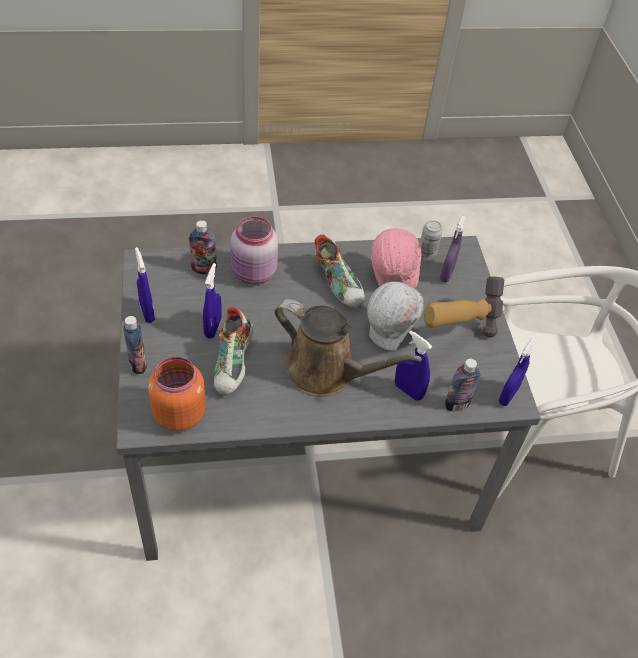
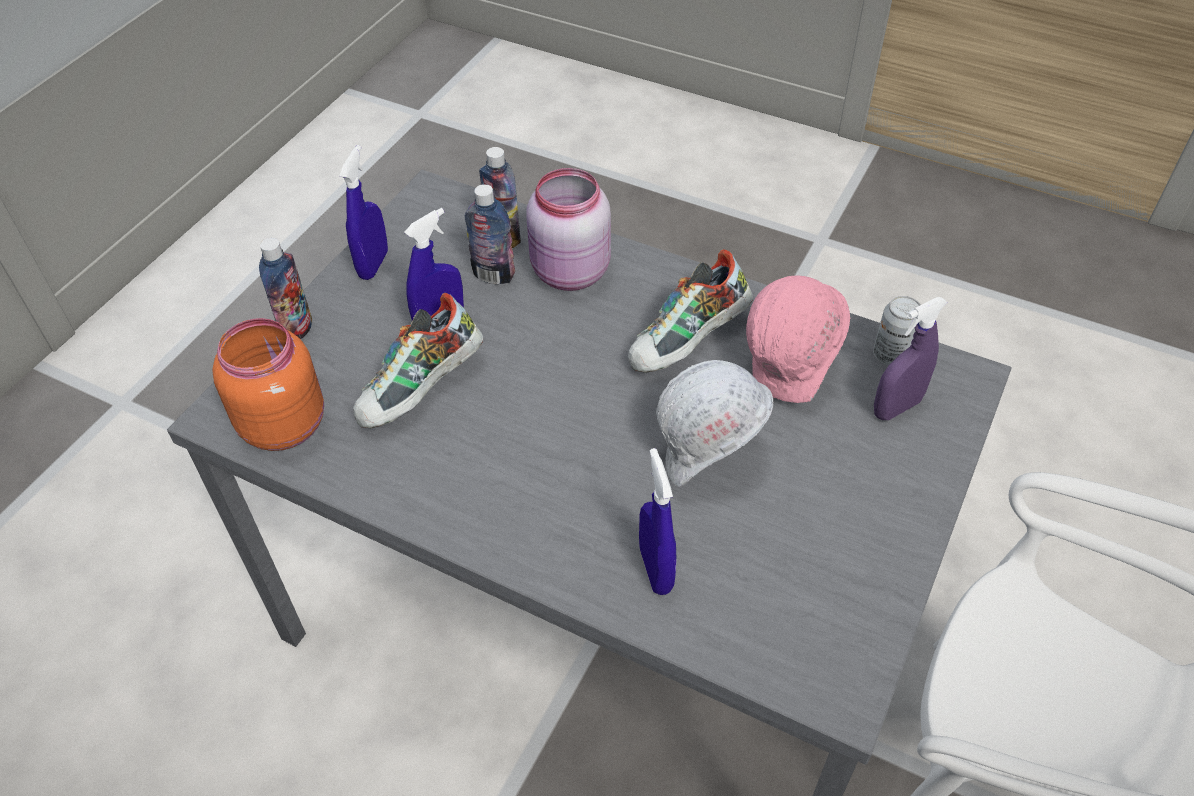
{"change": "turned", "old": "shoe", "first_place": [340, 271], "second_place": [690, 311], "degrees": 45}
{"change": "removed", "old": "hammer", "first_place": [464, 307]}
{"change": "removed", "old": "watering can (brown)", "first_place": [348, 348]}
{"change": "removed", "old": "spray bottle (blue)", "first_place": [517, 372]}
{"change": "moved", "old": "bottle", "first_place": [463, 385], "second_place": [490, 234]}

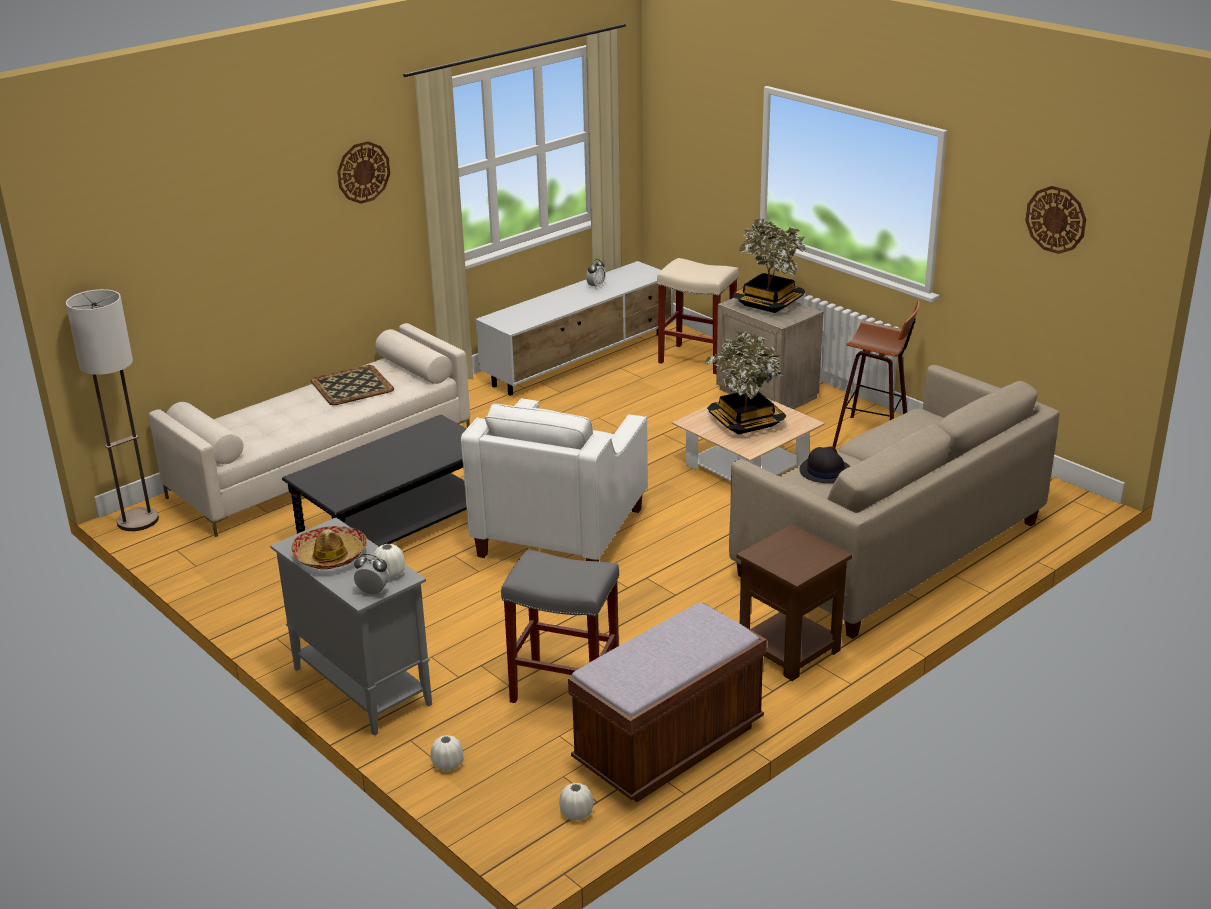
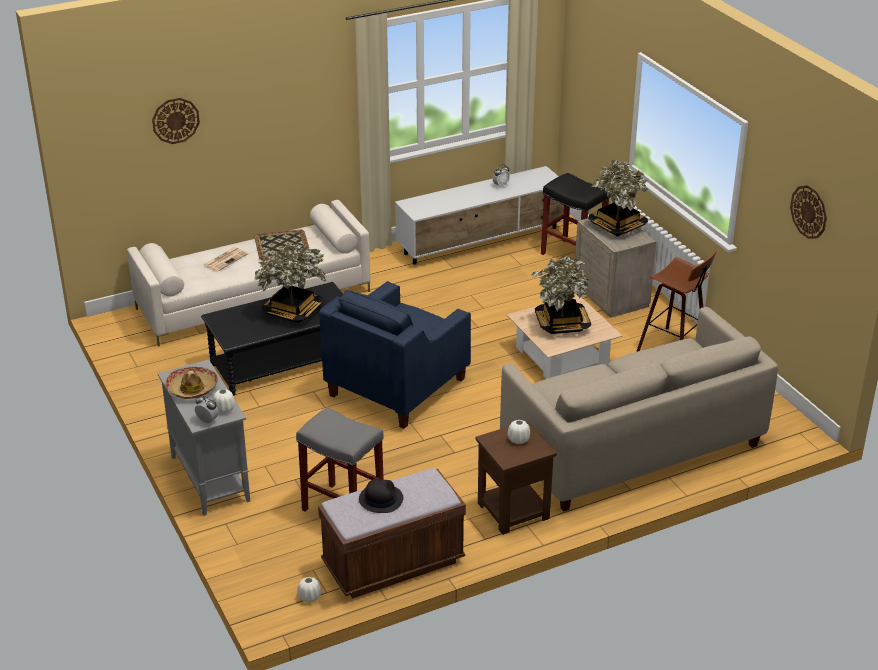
{"change": "moved", "old": "wall clock", "first_place": [363, 172], "second_place": [176, 121]}
{"change": "recoloured", "old": "stool (beige)", "new": "stool (black)", "first_place": [698, 316], "second_place": [575, 214]}
{"change": "removed", "old": "floor lamp", "first_place": [112, 410]}
{"change": "recoloured", "old": "armchair (white)", "new": "armchair (blue)", "first_place": [554, 479], "second_place": [395, 355]}
{"change": "moved", "old": "hat (black)", "first_place": [824, 464], "second_place": [381, 495]}
{"change": "moved", "old": "vase (white)", "first_place": [447, 753], "second_place": [519, 432]}
{"change": "added", "new": "potted plant", "second_place": [290, 282]}
{"change": "added", "new": "newspaper", "second_place": [225, 259]}

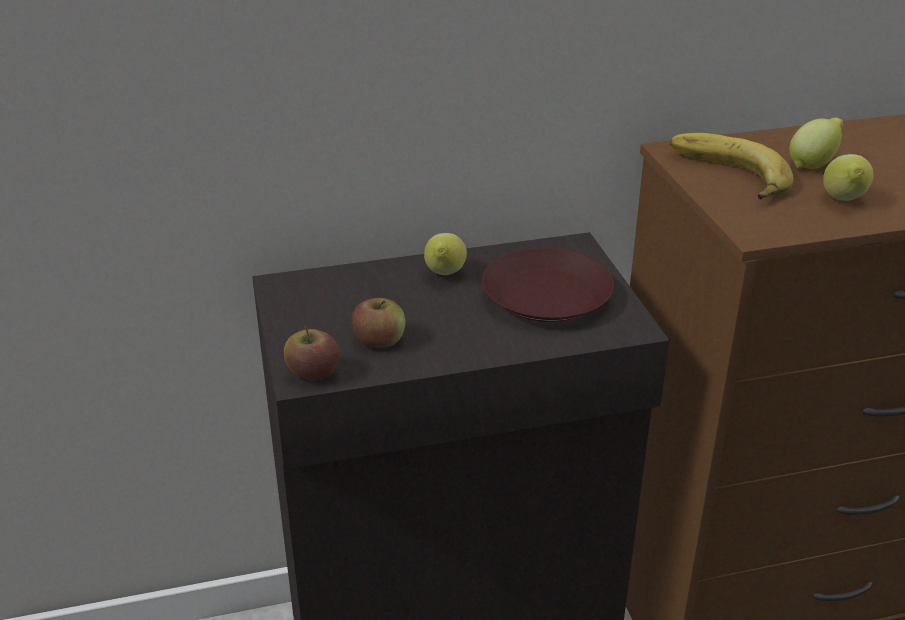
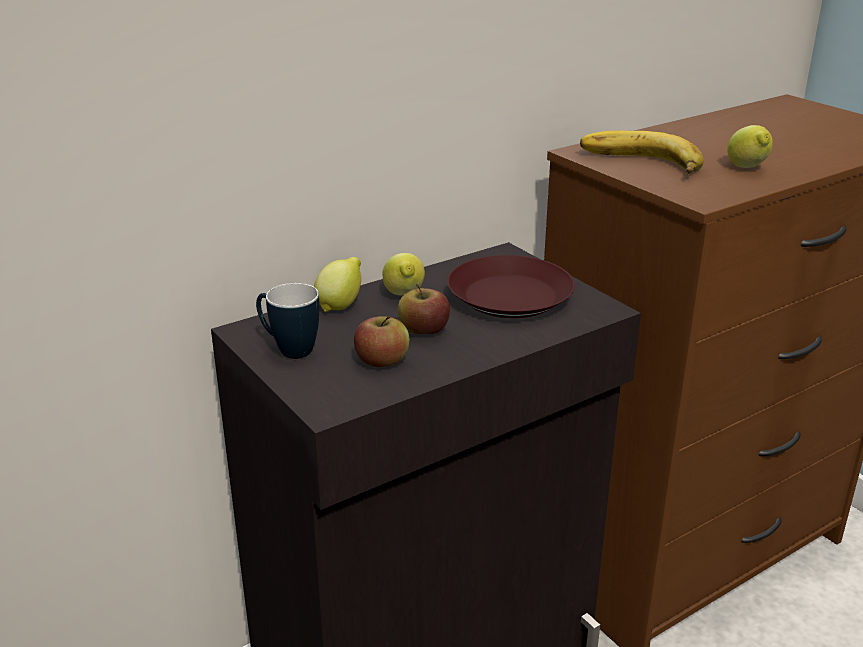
{"change": "moved", "old": "lemon", "first_place": [816, 143], "second_place": [337, 284]}
{"change": "moved", "old": "apple", "first_place": [311, 353], "second_place": [424, 309]}
{"change": "added", "new": "mug", "second_place": [288, 321]}

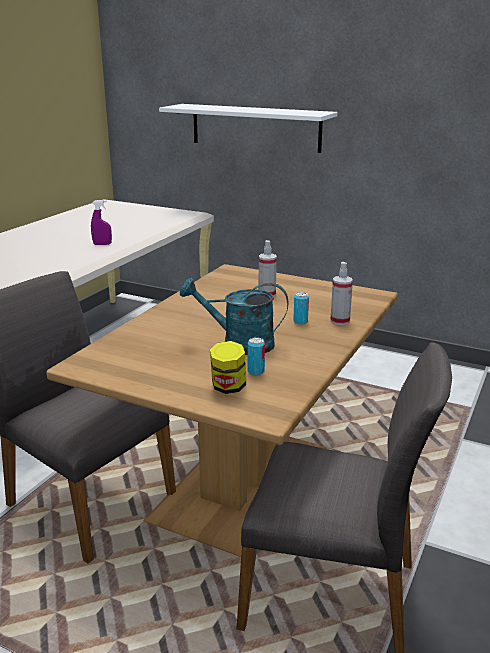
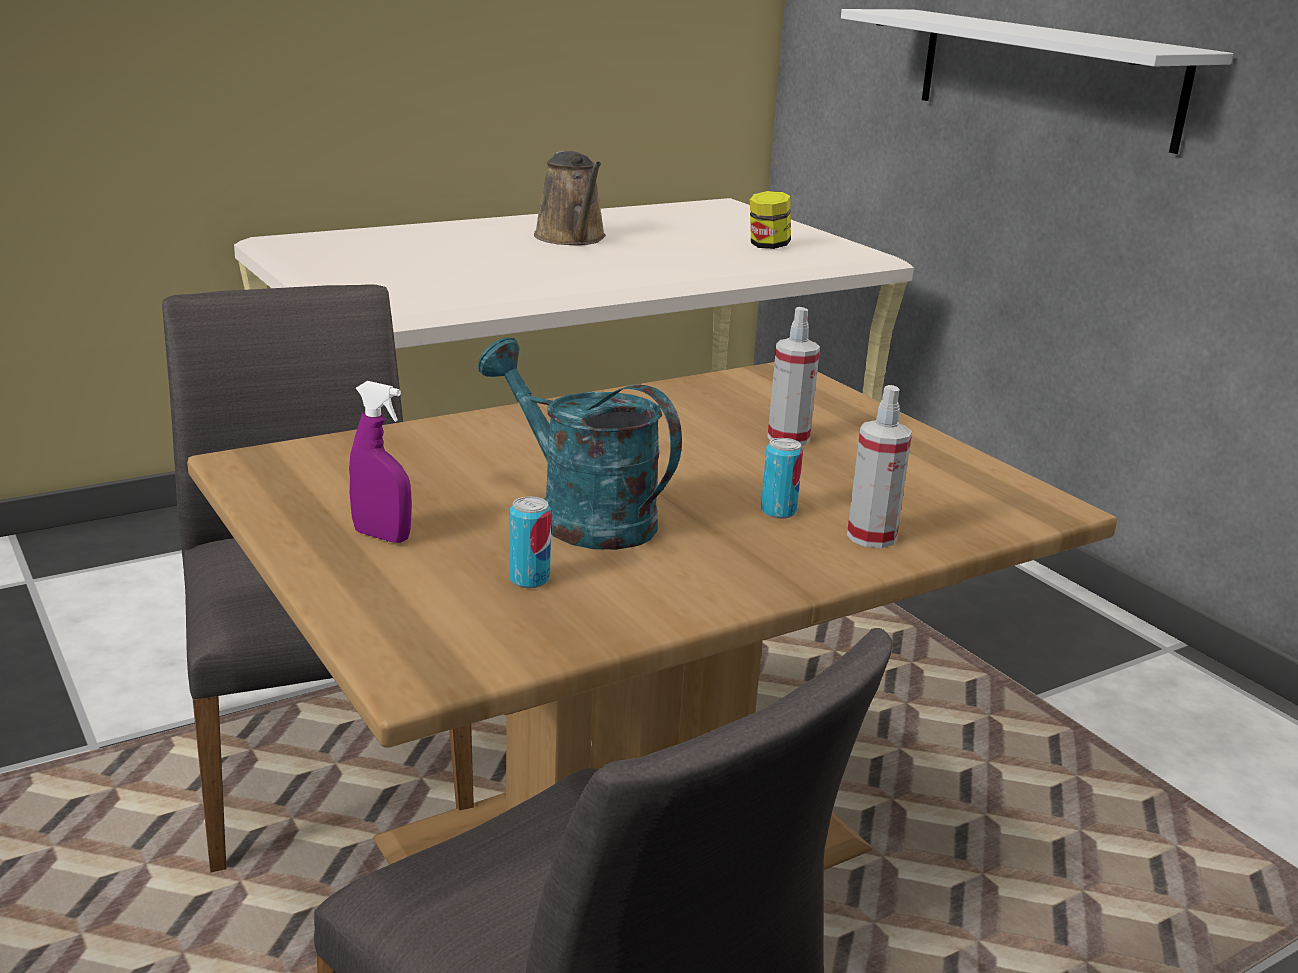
{"change": "moved", "old": "spray bottle (purple)", "first_place": [101, 222], "second_place": [380, 462]}
{"change": "moved", "old": "jar", "first_place": [228, 367], "second_place": [770, 220]}
{"change": "added", "new": "watering can (brown)", "second_place": [570, 198]}

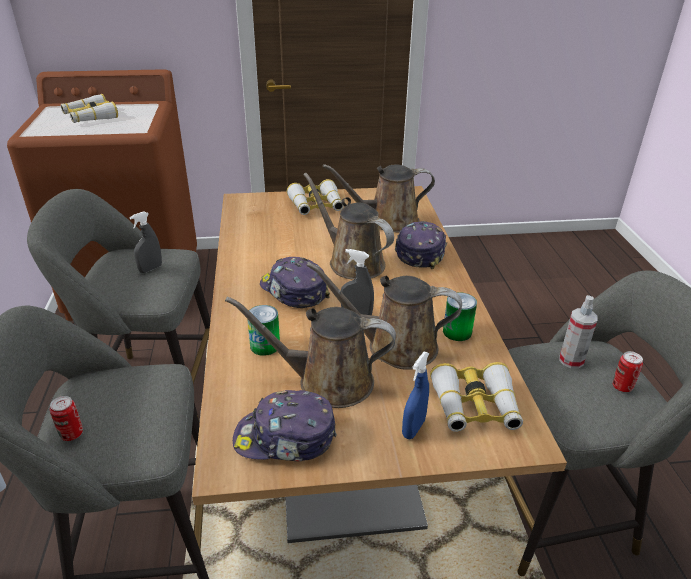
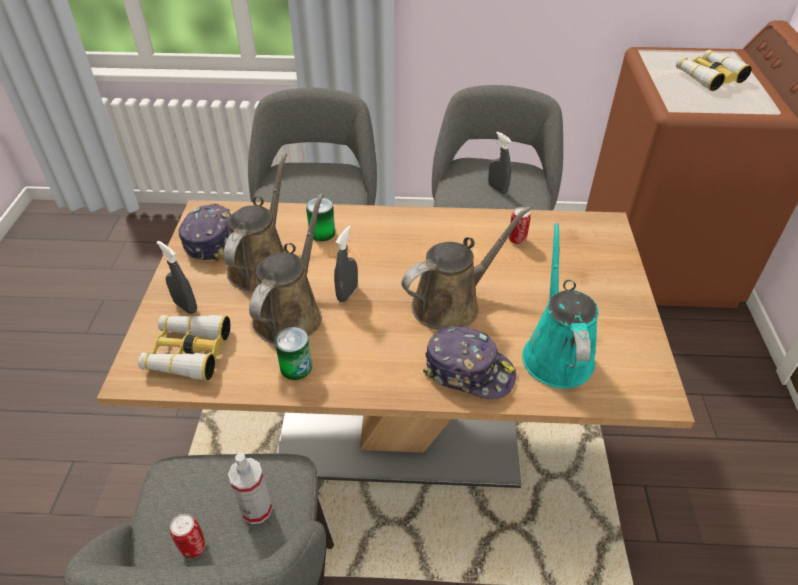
{"change": "recoloured", "old": "watering can (brown)", "new": "watering can (turquoise)", "first_place": [379, 198], "second_place": [560, 306]}
{"change": "removed", "old": "binoculars", "first_place": [315, 197]}
{"change": "removed", "old": "cap", "first_place": [295, 282]}
{"change": "recoloured", "old": "spray bottle (blue)", "new": "spray bottle (grey)", "first_place": [415, 395], "second_place": [176, 277]}
{"change": "moved", "old": "can", "first_place": [66, 418], "second_place": [520, 225]}

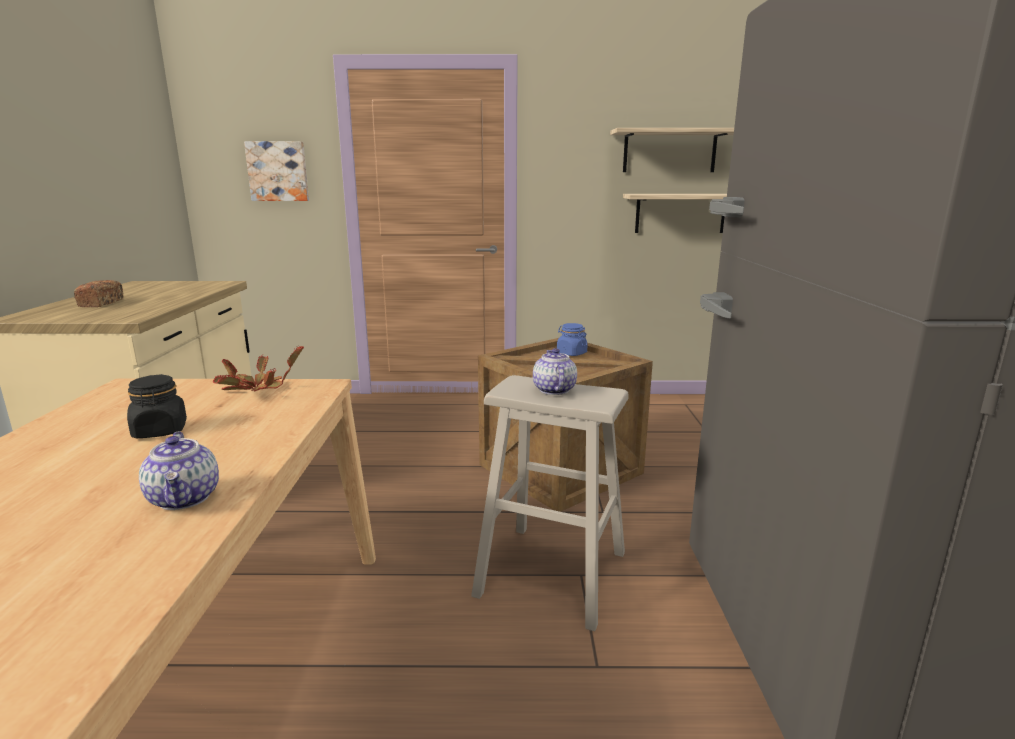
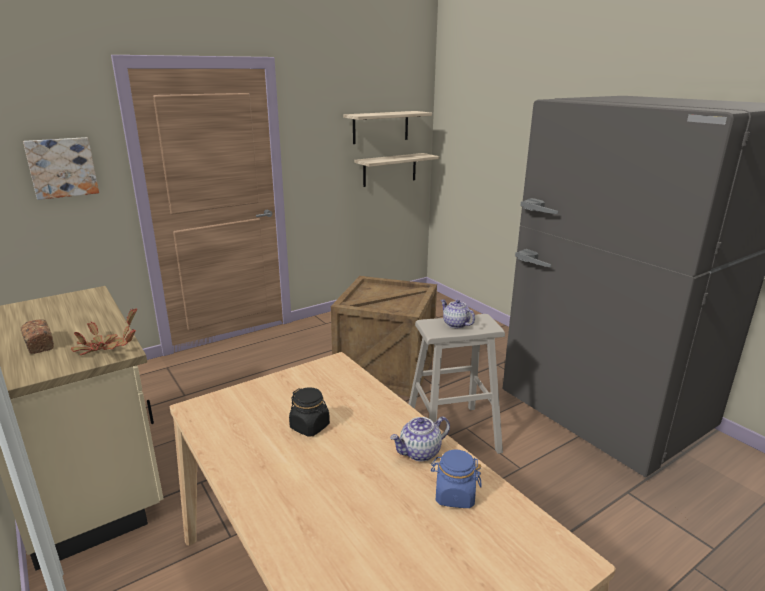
{"change": "moved", "old": "jar (blue)", "first_place": [572, 339], "second_place": [456, 478]}
{"change": "moved", "old": "potted plant", "first_place": [258, 368], "second_place": [104, 331]}
{"change": "turned", "old": "teapot", "first_place": [179, 471], "second_place": [420, 438], "degrees": 120}

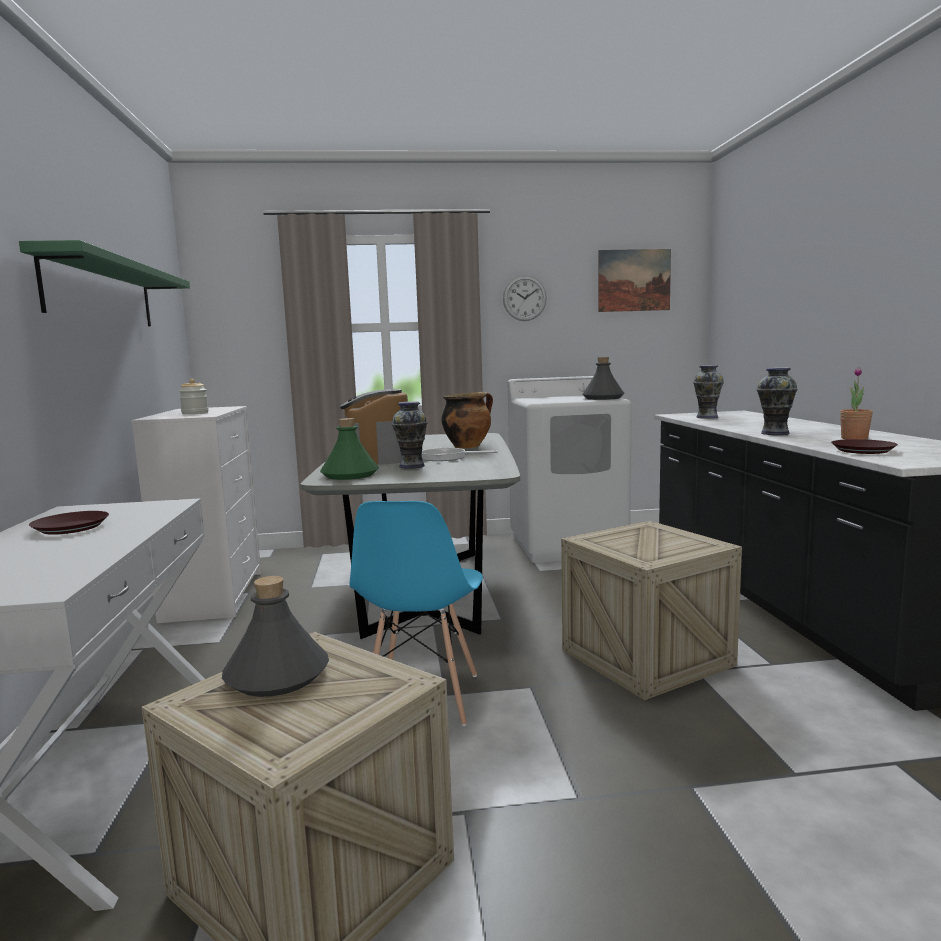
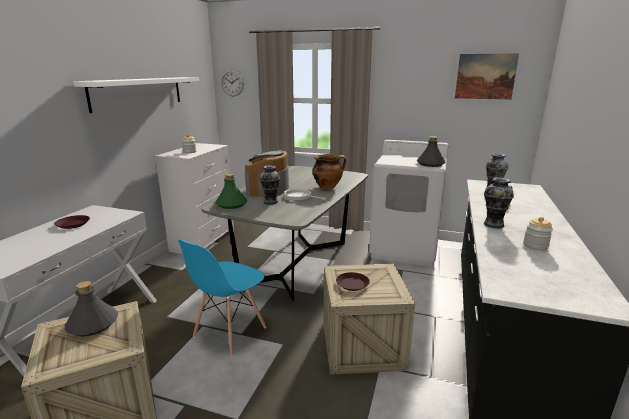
{"change": "recoloured", "old": "shelf (green)", "new": "shelf (white)", "first_place": [104, 283], "second_place": [136, 95]}
{"change": "moved", "old": "wall clock", "first_place": [525, 298], "second_place": [232, 82]}
{"change": "replaced", "old": "potted plant", "new": "jar", "first_place": [856, 403], "second_place": [538, 234]}
{"change": "moved", "old": "plate (brown)", "first_place": [864, 446], "second_place": [353, 281]}

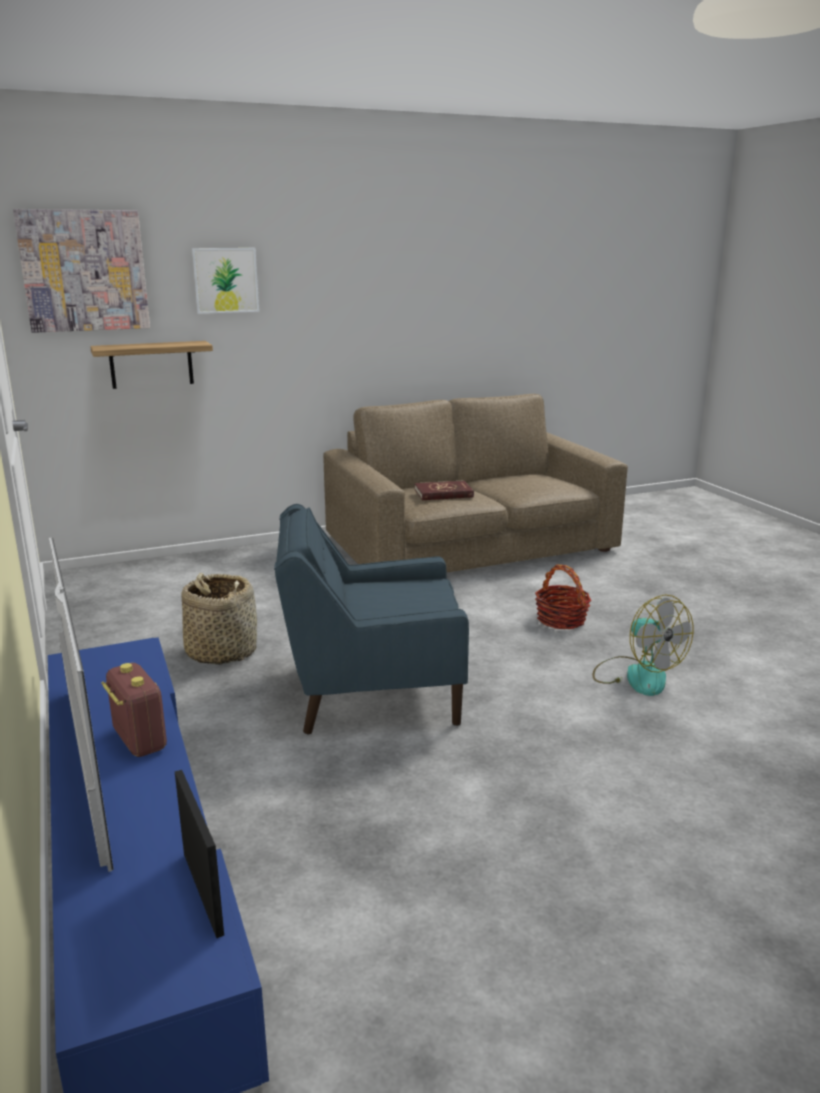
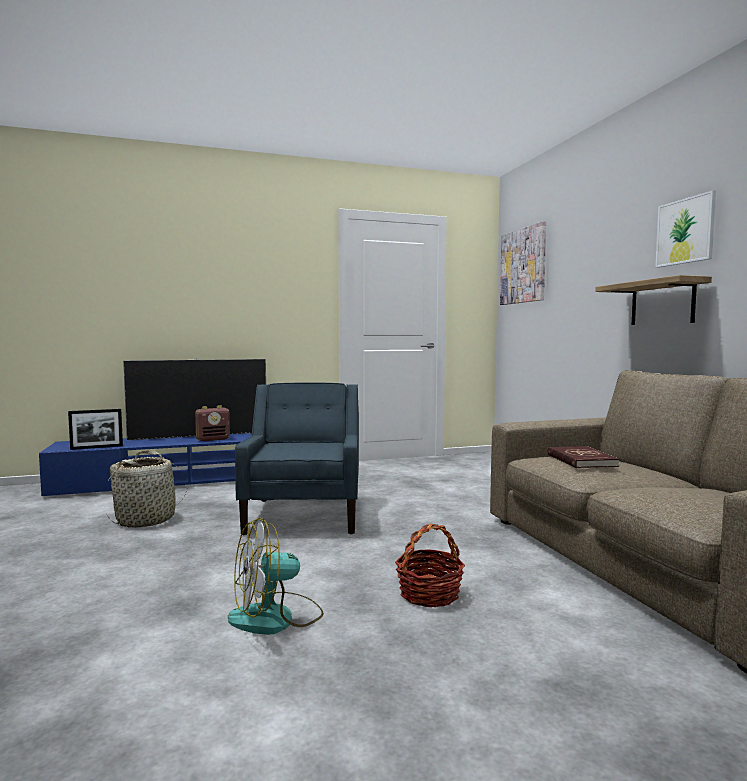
{"change": "moved", "old": "picture", "first_place": [225, 281], "second_place": [685, 229]}
{"change": "moved", "old": "shelf", "first_place": [151, 365], "second_place": [653, 300]}
{"change": "moved", "old": "basket", "first_place": [219, 619], "second_place": [147, 489]}

